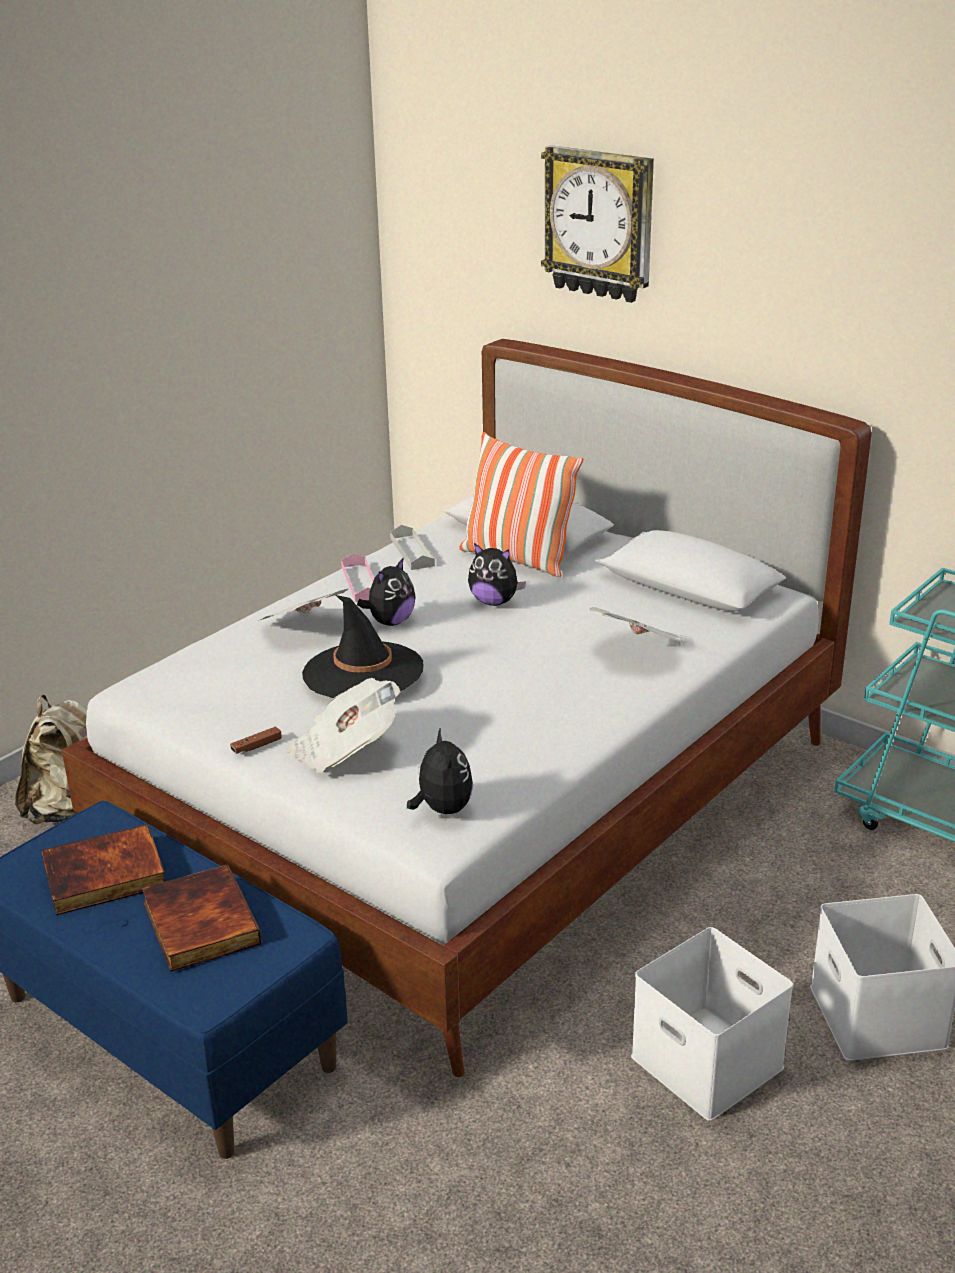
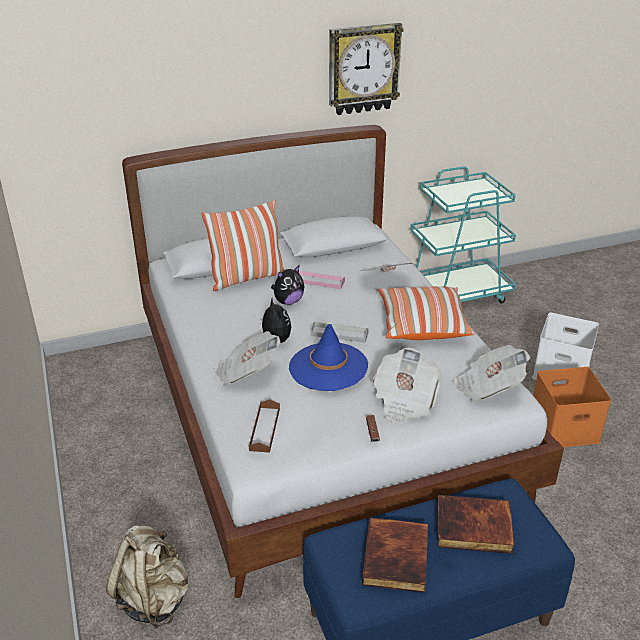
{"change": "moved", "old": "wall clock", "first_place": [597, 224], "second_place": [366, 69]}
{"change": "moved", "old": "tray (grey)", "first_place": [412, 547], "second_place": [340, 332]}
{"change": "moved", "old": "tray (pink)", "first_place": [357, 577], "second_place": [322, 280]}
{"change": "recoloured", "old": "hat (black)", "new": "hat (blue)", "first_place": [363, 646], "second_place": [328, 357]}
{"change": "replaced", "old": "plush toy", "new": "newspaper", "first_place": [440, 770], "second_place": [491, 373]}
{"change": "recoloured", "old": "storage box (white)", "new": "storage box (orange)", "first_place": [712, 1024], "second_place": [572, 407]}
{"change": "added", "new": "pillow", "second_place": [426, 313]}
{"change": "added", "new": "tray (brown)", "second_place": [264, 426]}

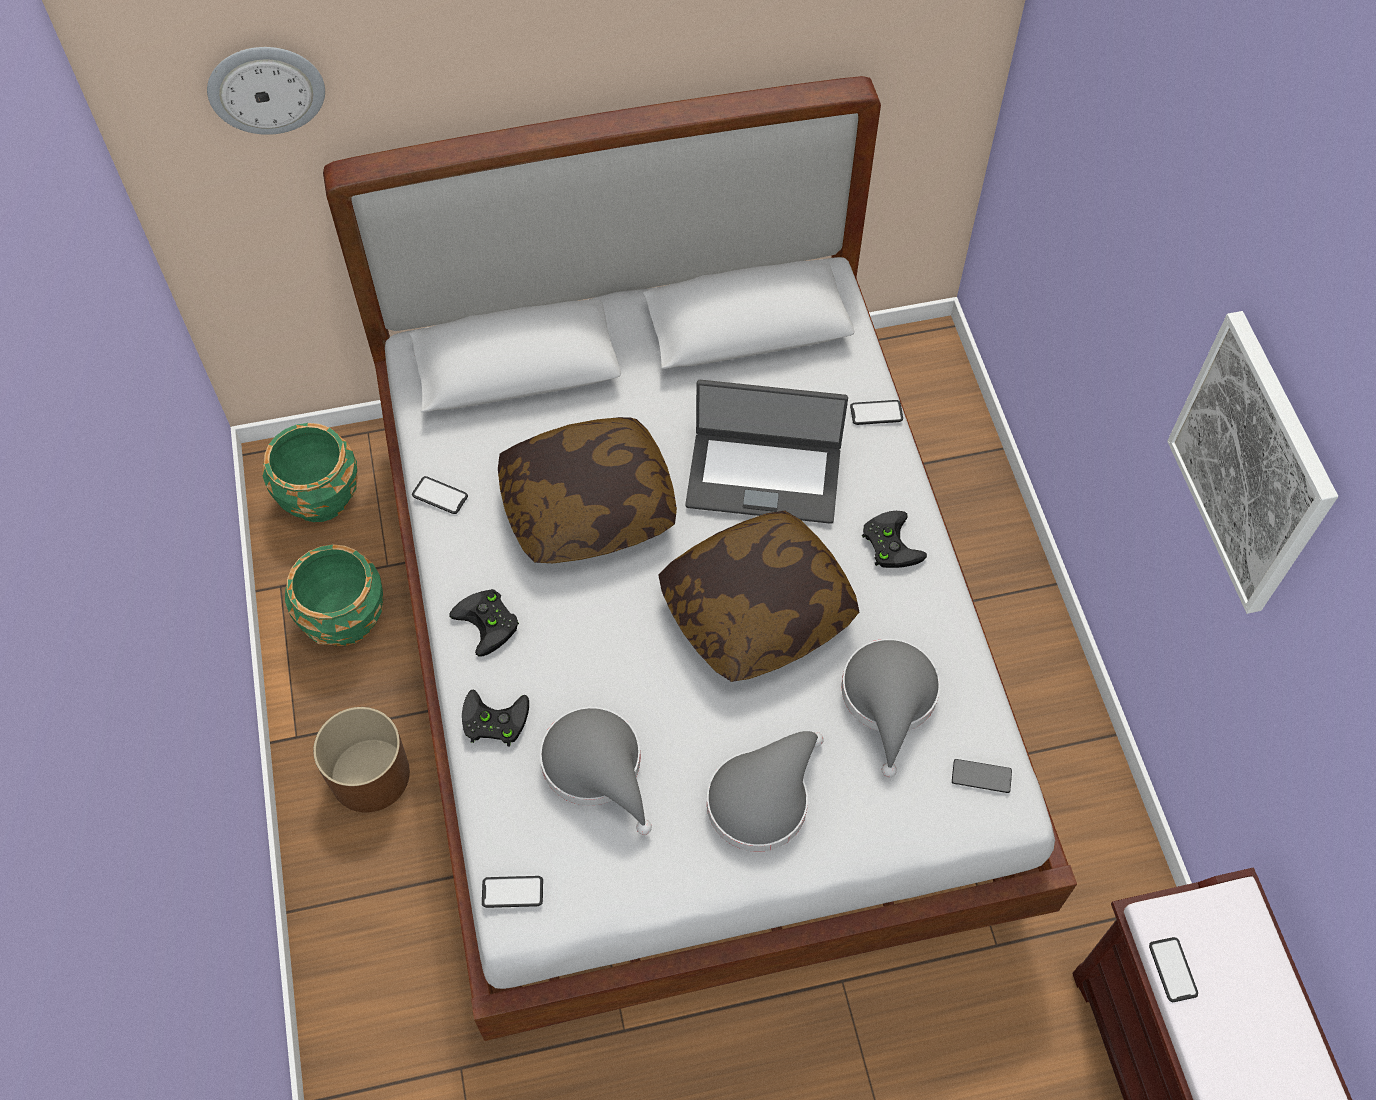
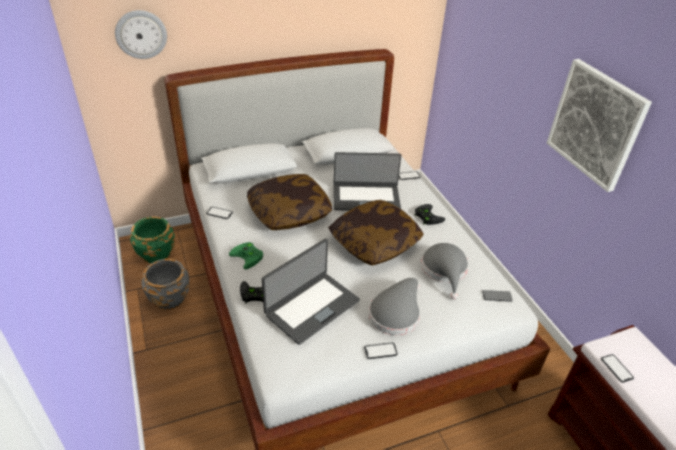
{"change": "recoloured", "old": "planter (green)", "new": "planter (grey)", "first_place": [334, 595], "second_place": [165, 284]}
{"change": "recoloured", "old": "game controller (black)", "new": "game controller (green)", "first_place": [484, 622], "second_place": [246, 255]}
{"change": "removed", "old": "planter (brown)", "first_place": [361, 760]}
{"change": "replaced", "old": "hat (grey)", "new": "laptop", "first_place": [596, 771], "second_place": [311, 292]}
{"change": "moved", "old": "phone", "first_place": [512, 892], "second_place": [381, 350]}

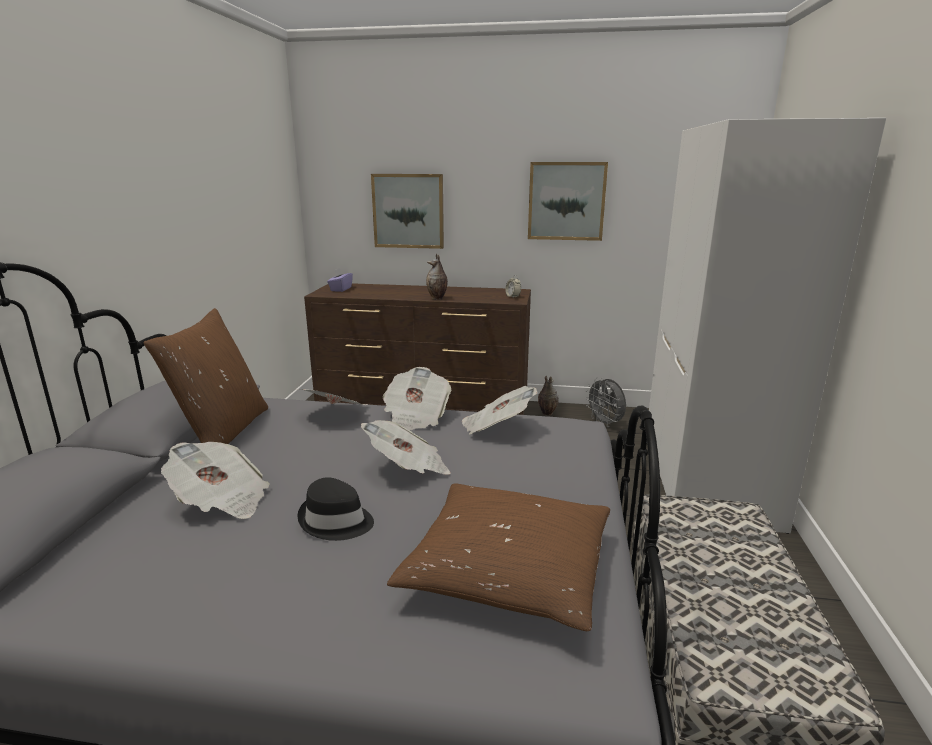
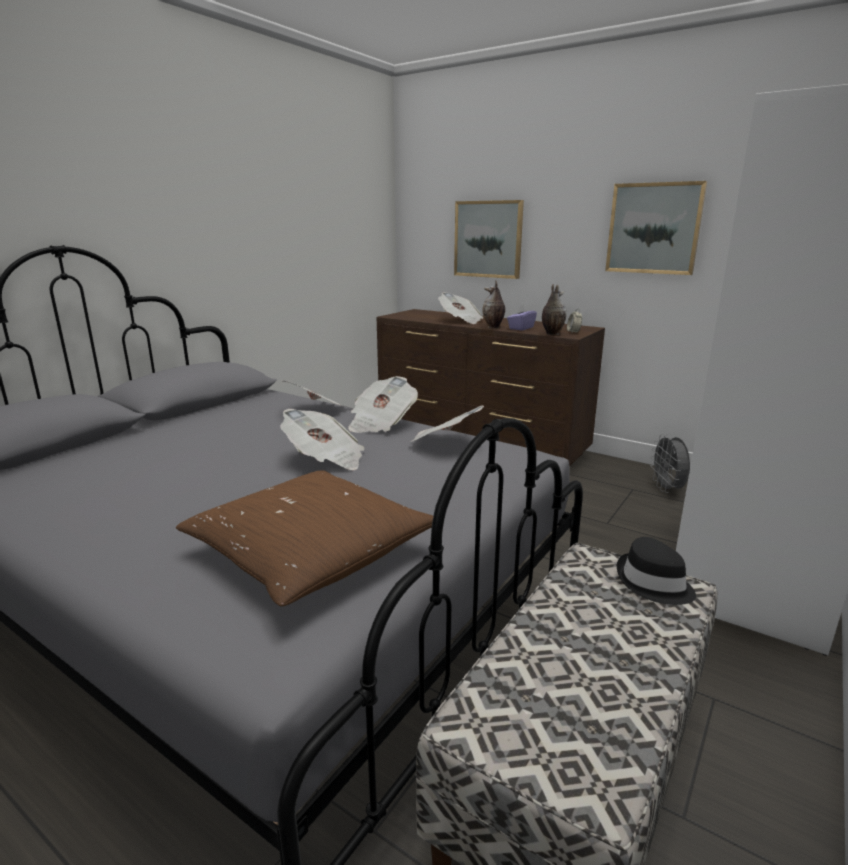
{"change": "moved", "old": "tissue box (purple)", "first_place": [340, 280], "second_place": [522, 317]}
{"change": "removed", "old": "pillow (brown)", "first_place": [205, 376]}
{"change": "moved", "old": "vase", "first_place": [548, 395], "second_place": [554, 309]}
{"change": "moved", "old": "newspaper", "first_place": [215, 480], "second_place": [461, 308]}
{"change": "moved", "old": "hat (black)", "first_place": [336, 509], "second_place": [656, 571]}

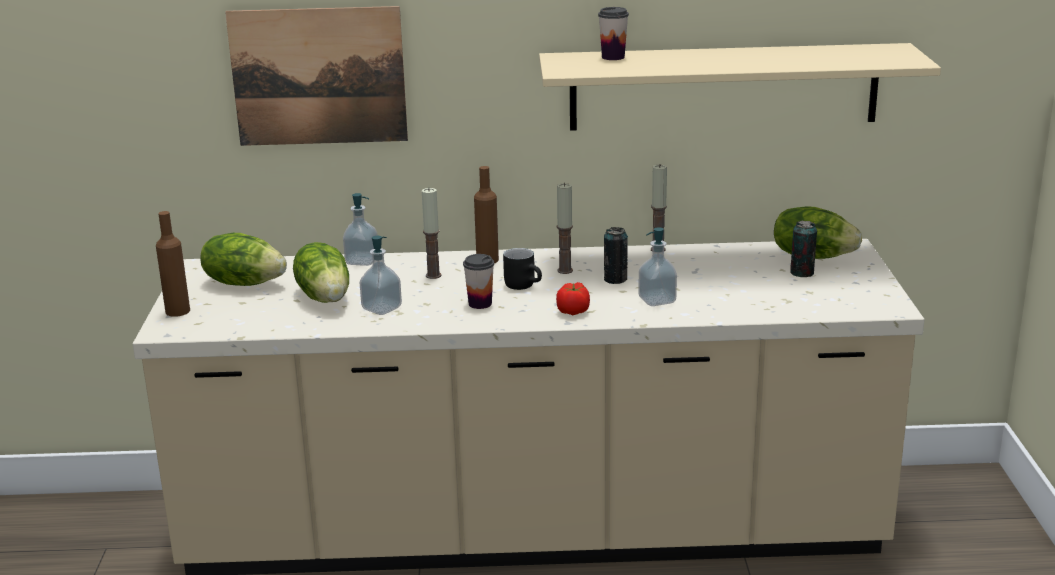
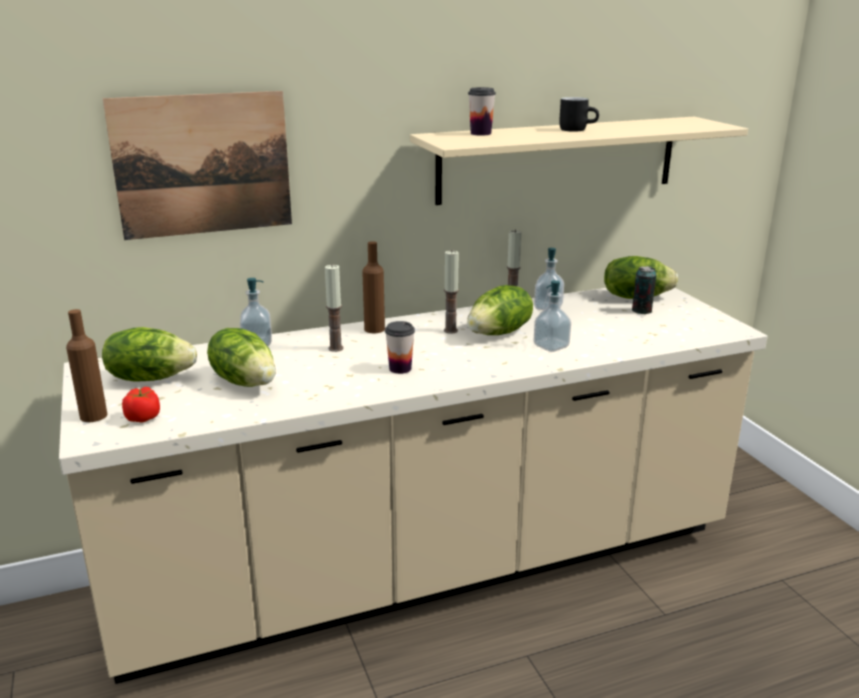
{"change": "replaced", "old": "can", "new": "lettuce", "first_place": [616, 255], "second_place": [500, 310]}
{"change": "moved", "old": "soap dispenser", "first_place": [381, 275], "second_place": [549, 279]}
{"change": "moved", "old": "mug (black)", "first_place": [522, 269], "second_place": [579, 114]}
{"change": "moved", "old": "tomato", "first_place": [573, 298], "second_place": [141, 405]}

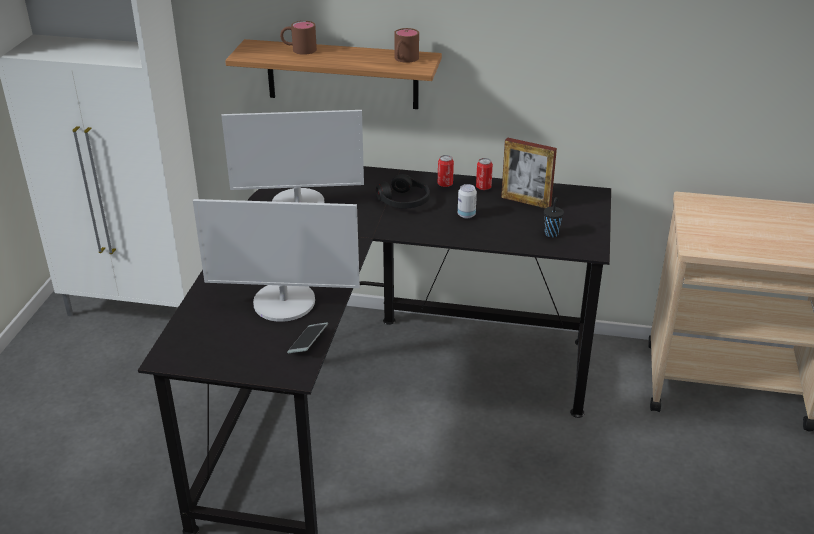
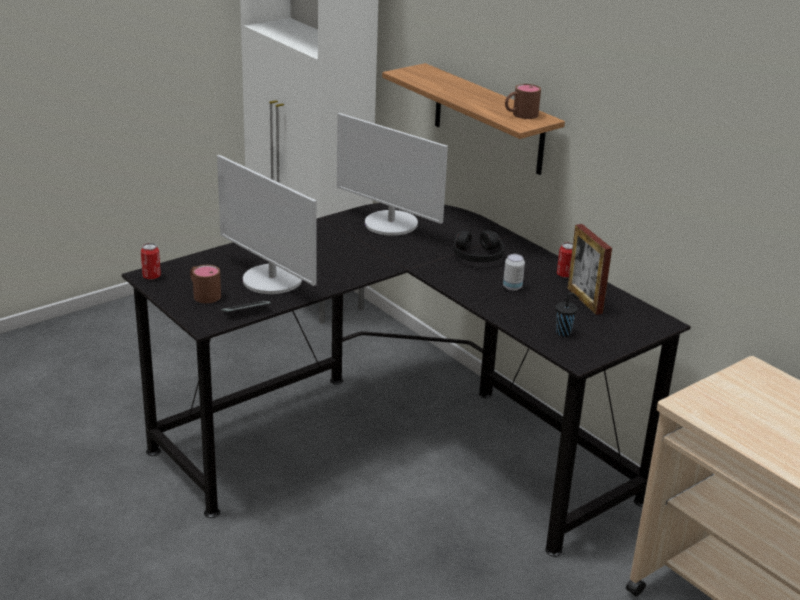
{"change": "moved", "old": "mug (brown)", "first_place": [298, 38], "second_place": [205, 284]}
{"change": "moved", "old": "can", "first_place": [446, 171], "second_place": [151, 261]}

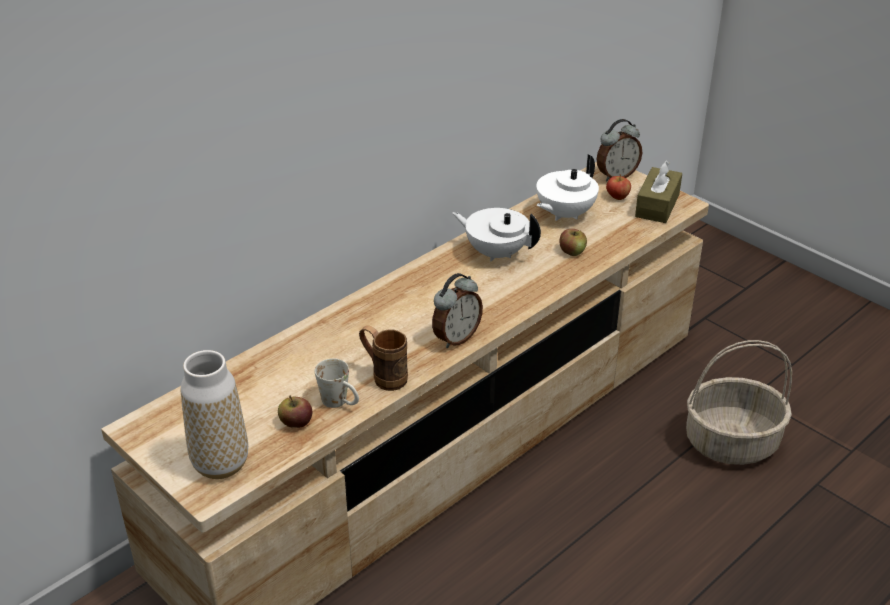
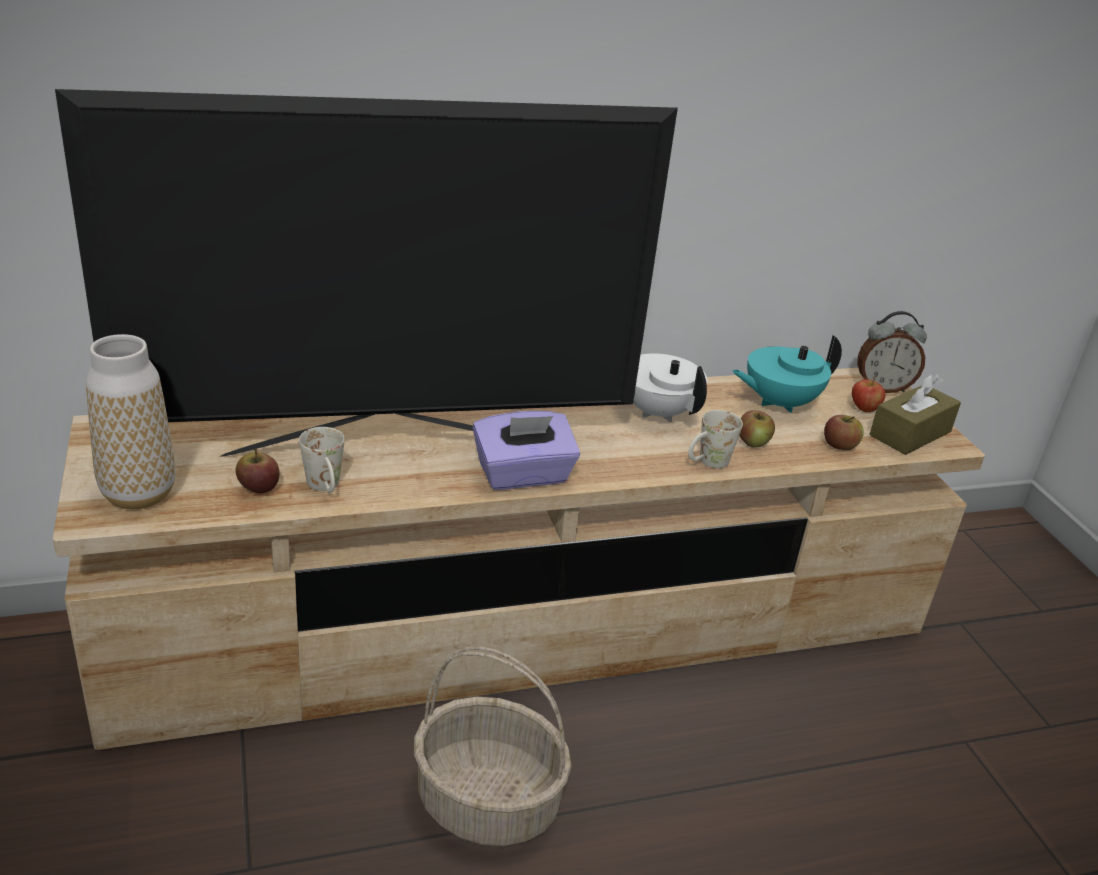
{"change": "recoloured", "old": "teapot (white)", "new": "teapot (turquoise)", "first_place": [567, 188], "second_place": [787, 374]}
{"change": "replaced", "old": "alarm clock", "new": "tissue box (purple)", "first_place": [457, 311], "second_place": [526, 450]}
{"change": "removed", "old": "mug (brown)", "first_place": [383, 358]}
{"change": "moved", "old": "basket", "first_place": [739, 402], "second_place": [493, 746]}
{"change": "added", "new": "television", "second_place": [366, 273]}
{"change": "added", "new": "mug (white)", "second_place": [715, 439]}
{"change": "added", "new": "apple", "second_place": [844, 432]}

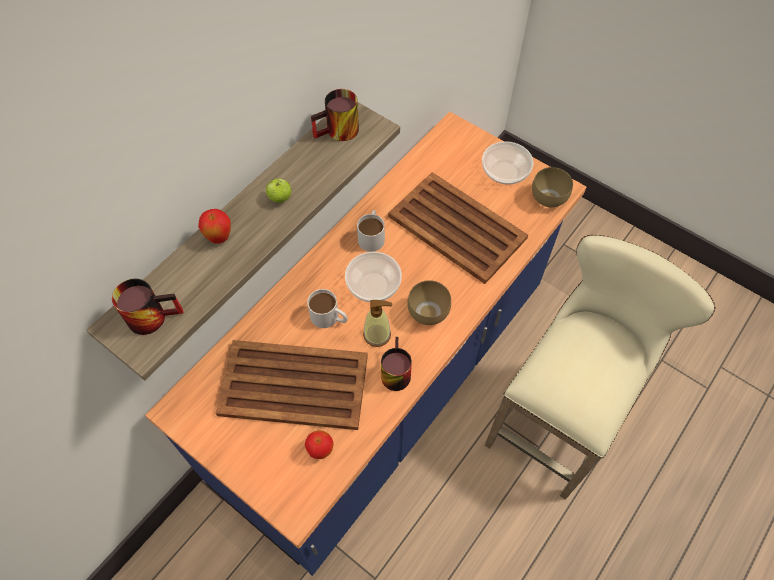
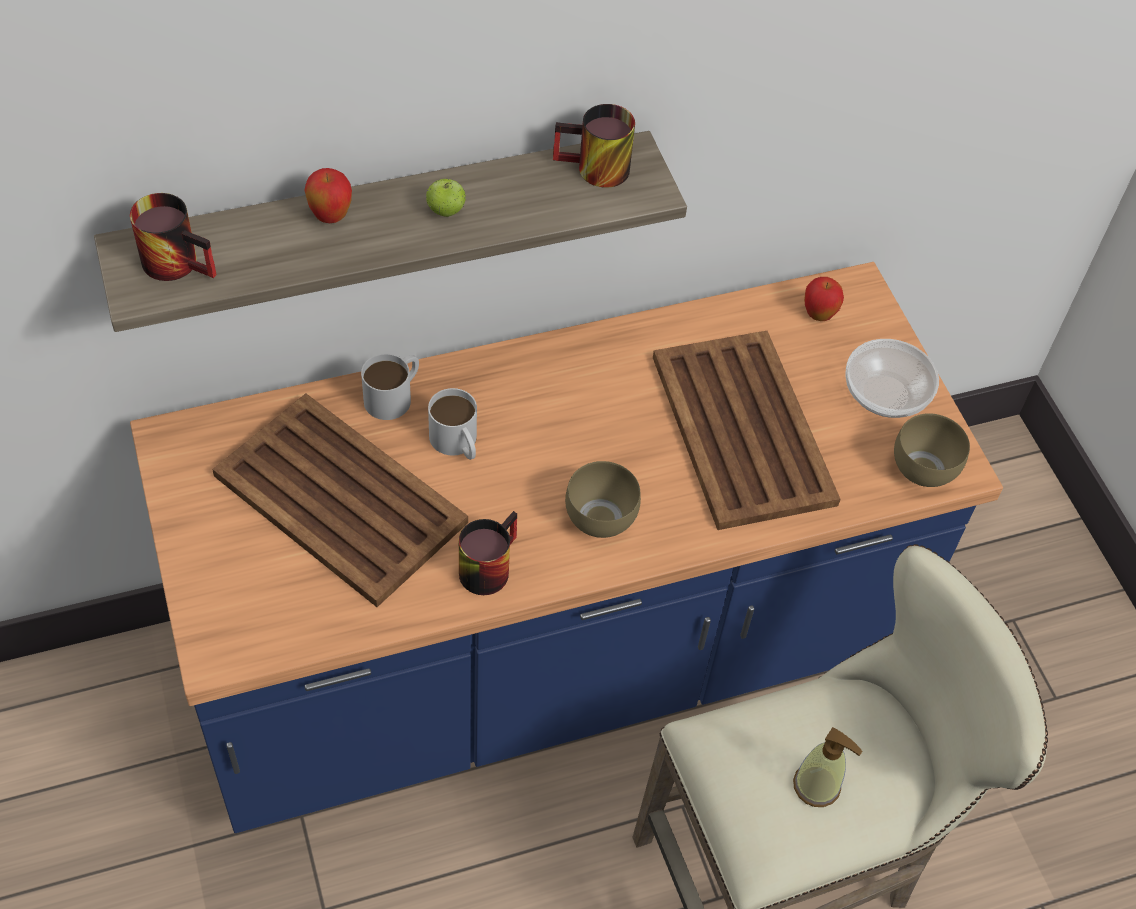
{"change": "moved", "old": "mug (white)", "first_place": [371, 231], "second_place": [390, 386]}
{"change": "removed", "old": "bowl", "first_place": [373, 277]}
{"change": "moved", "old": "soap dispenser", "first_place": [377, 323], "second_place": [827, 767]}
{"change": "moved", "old": "apple", "first_place": [319, 444], "second_place": [824, 299]}

